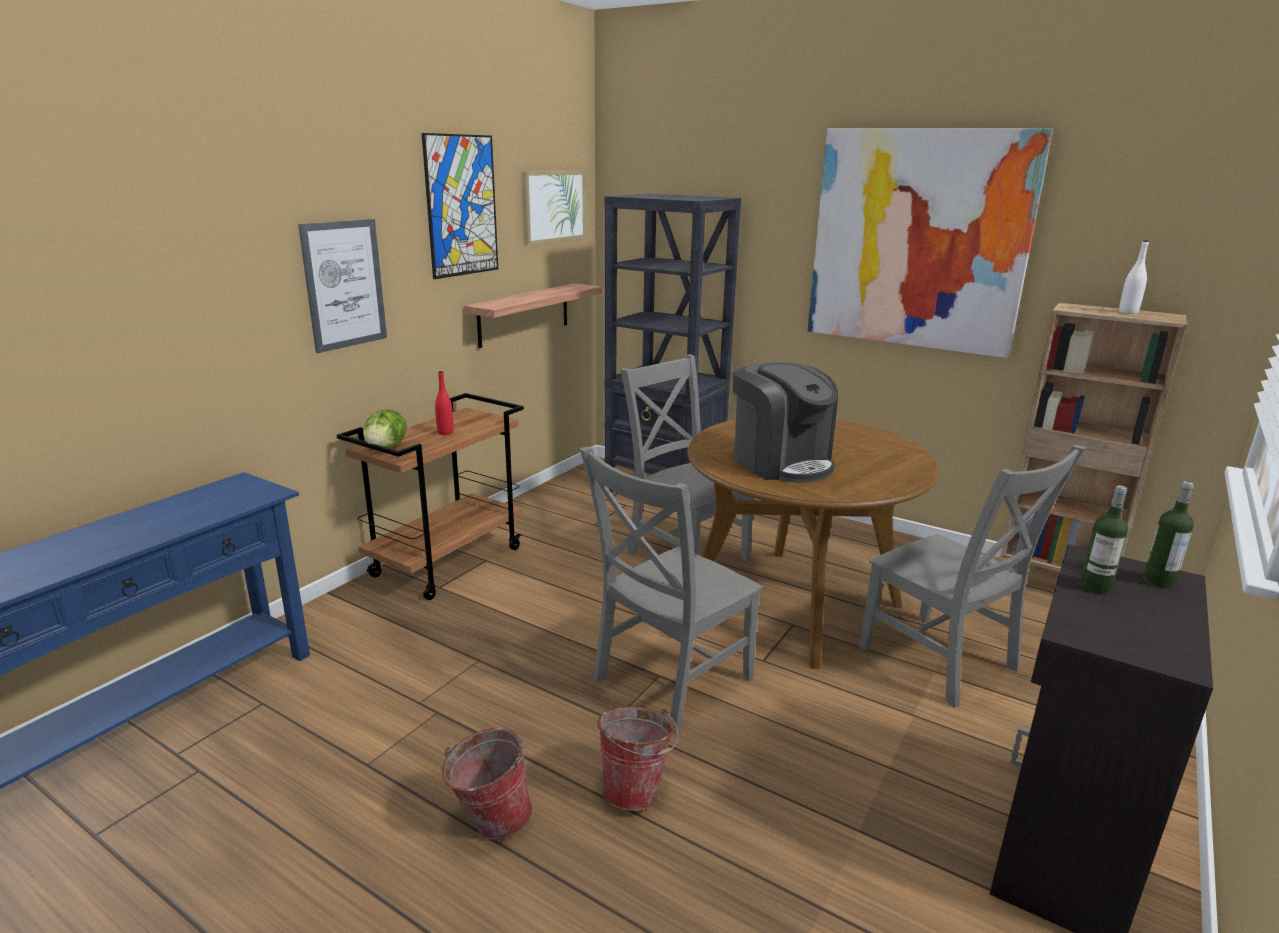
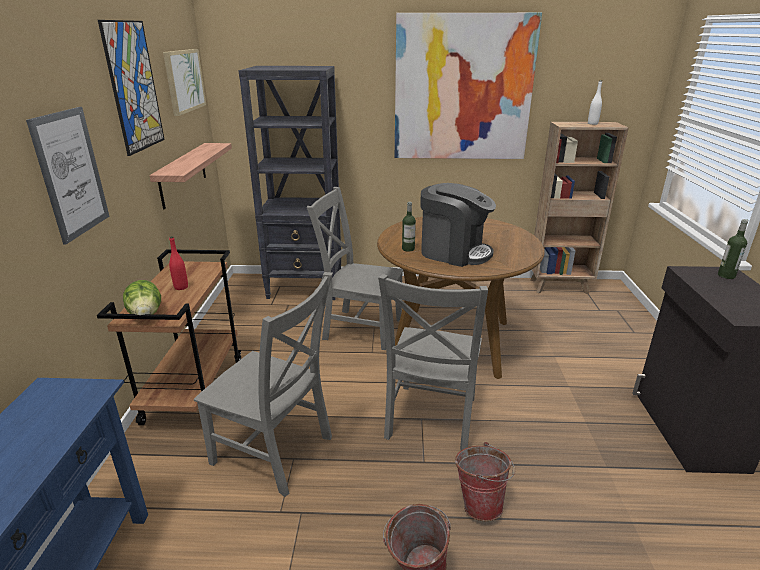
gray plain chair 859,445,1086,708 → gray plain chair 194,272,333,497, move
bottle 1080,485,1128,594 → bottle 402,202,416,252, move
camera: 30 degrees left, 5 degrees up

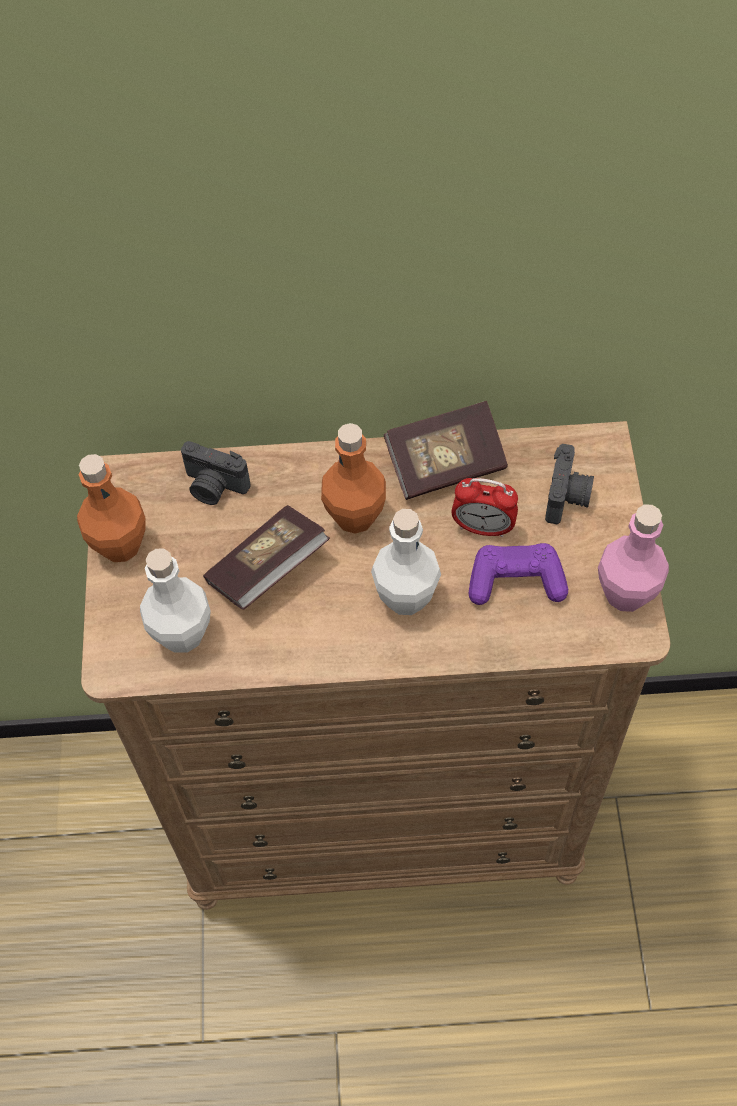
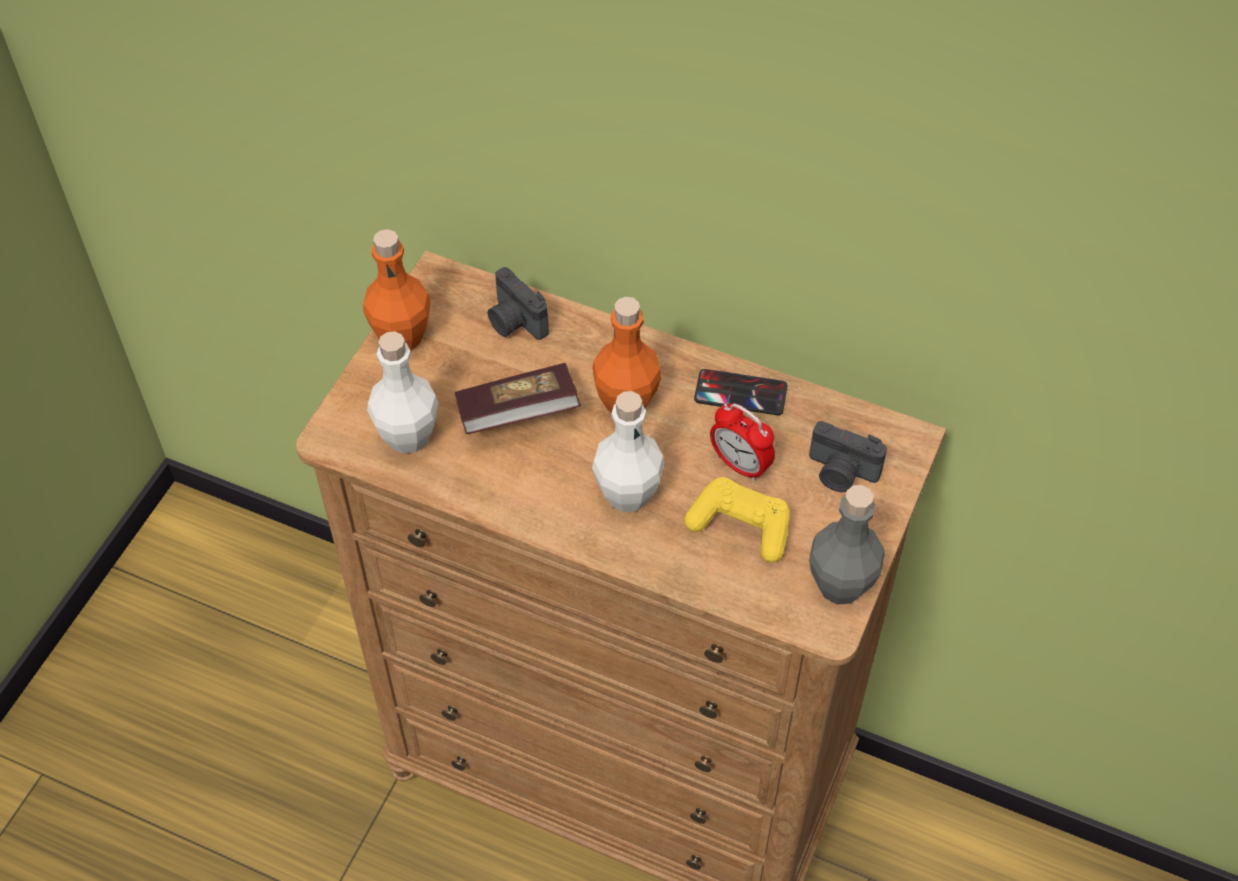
book 384,401,508,500 → telephone 694,369,787,415
still camera 545,444,594,524 → still camera 809,421,887,492, 75 degrees clockwise
pink-coloured bottle 598,504,669,612 → gray bottle 809,485,884,605
purple gamepad 468,543,568,605 → yellow-coloured gamepad 684,477,790,563
camera: 25 degrees right, 5 degrees down

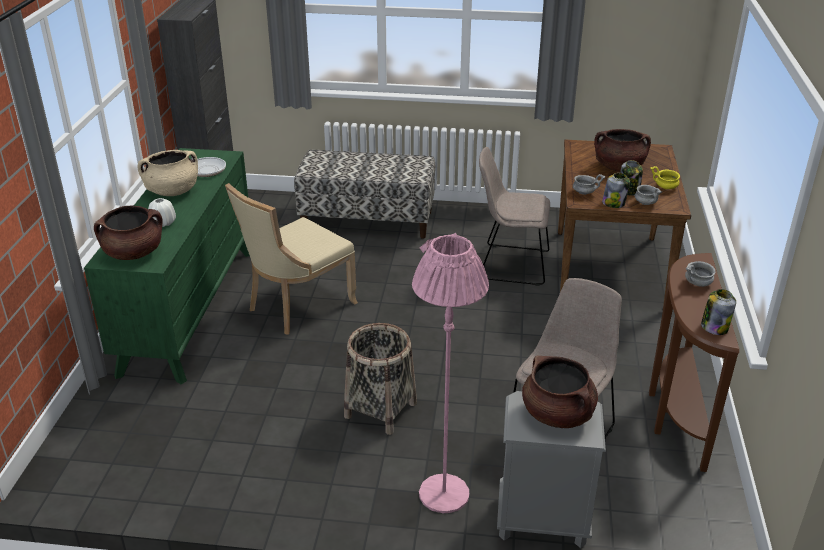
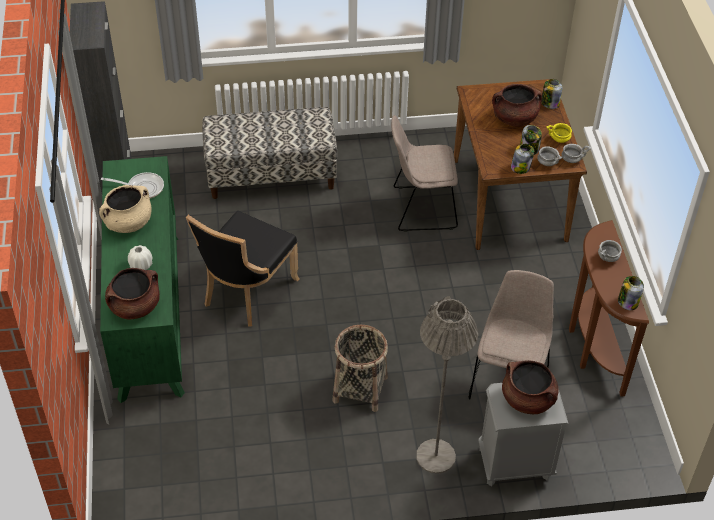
gray bowl 573,174,605,195 → gray bowl 562,144,591,163, move
beige plain chair 225,183,358,335 → black plain chair 186,211,299,327
pink-coloured standing lamp 412,233,489,513 → gray standing lamp 416,296,478,474
- → preserve jar 541,79,562,109
camera: 15 degrees left, 15 degrees up

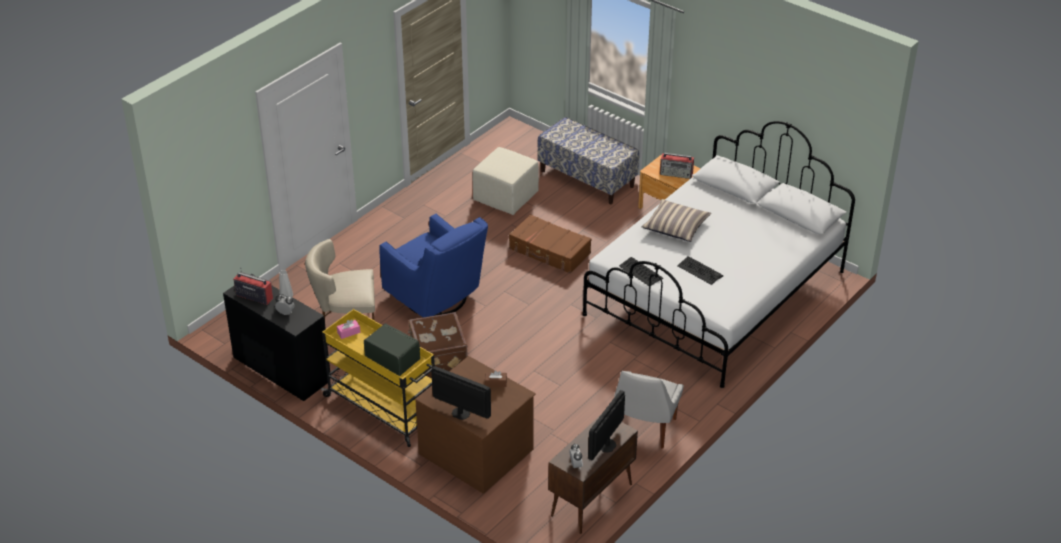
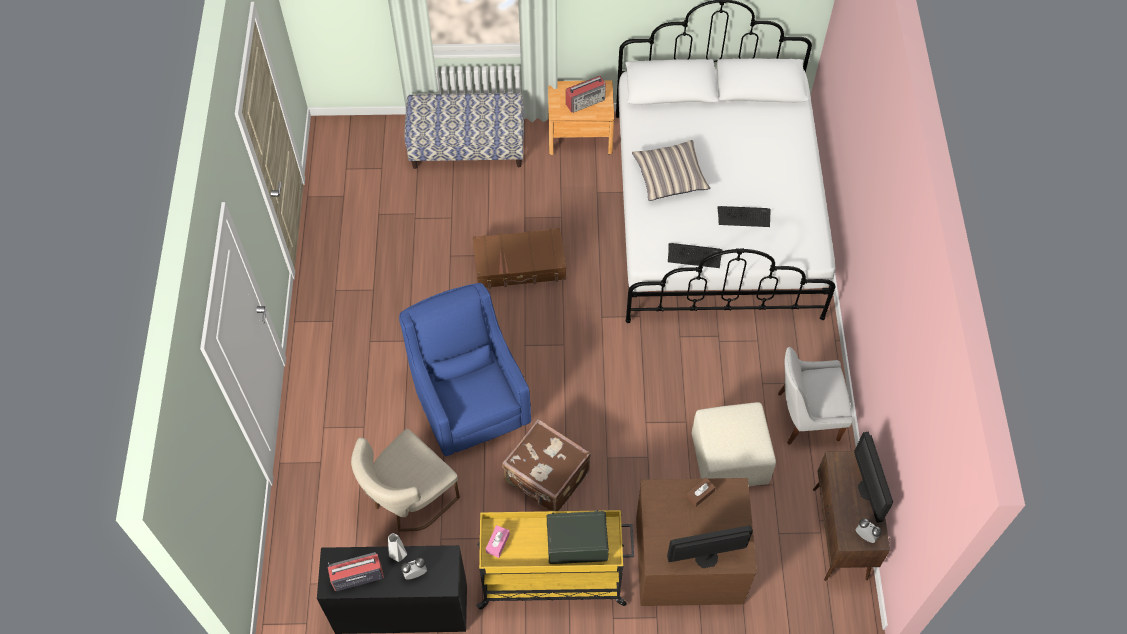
beige ottoman 473,147,539,215 → beige ottoman 692,402,776,487, move
blue armchair 379,214,488,317 → blue armchair 399,283,531,456, 120 degrees counterclockwise
white-coloured plain chair 614,371,684,449 → white-coloured plain chair 778,347,853,445, 105 degrees clockwise
camera: 40 degrees left, 20 degrees up

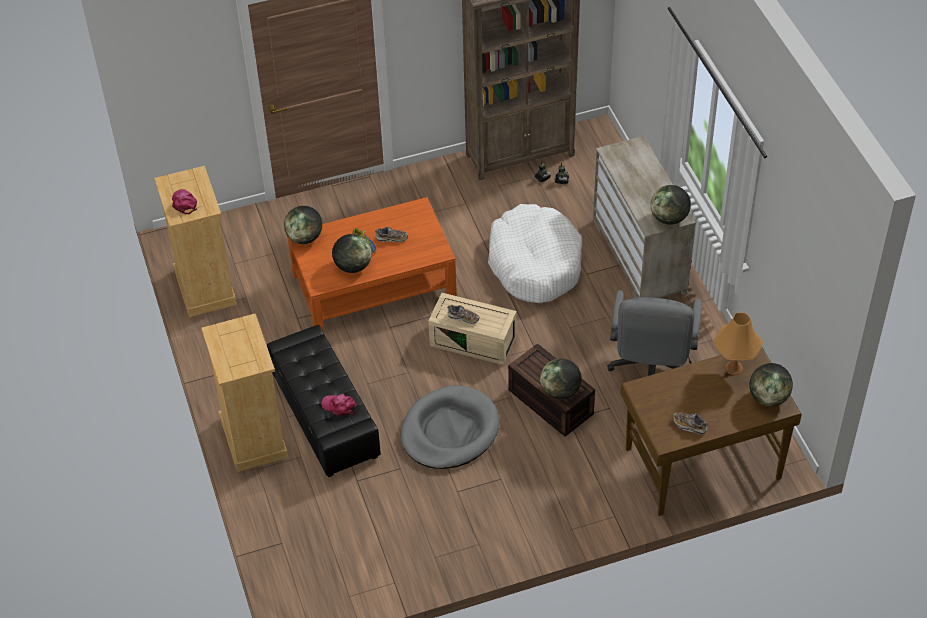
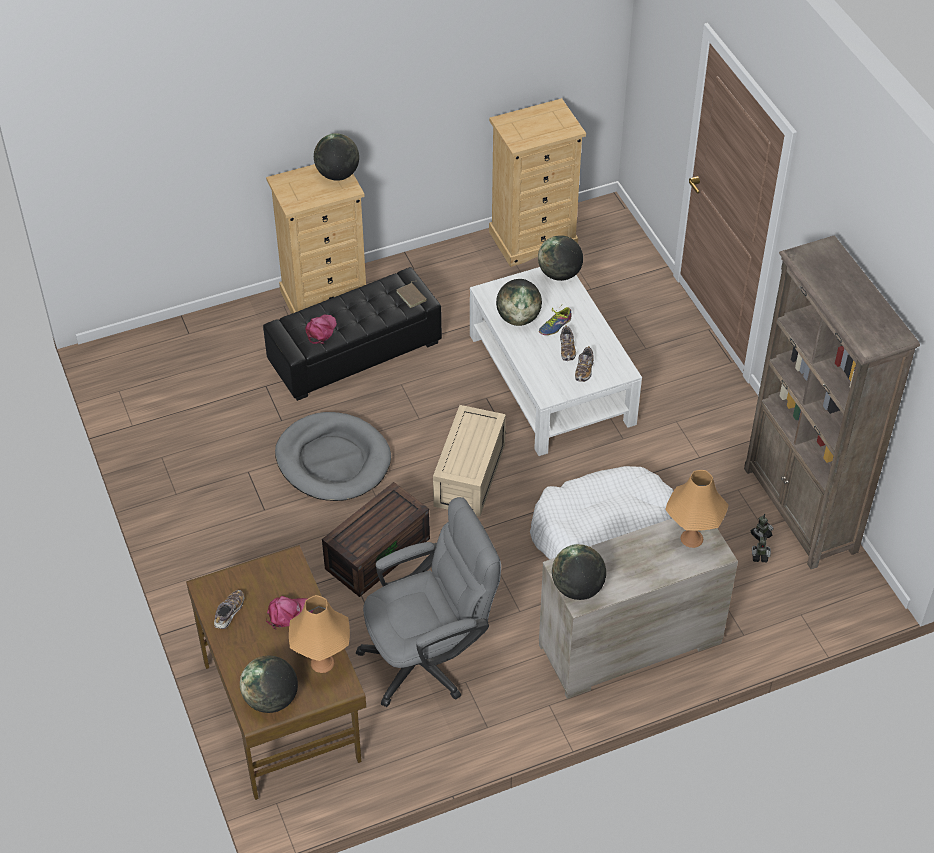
pink-coloured peaked cap 172,189,197,214 → pink-coloured peaked cap 266,596,313,629, move
orange-coloured coffee table 287,197,457,332 → white-coloured coffee table 470,267,642,456
gray office chair 607,290,702,376 → gray office chair 356,497,501,707, 150 degrees clockwise
shoe 447,305,479,324 → shoe 575,346,594,382, move
world globe 540,358,582,399 → world globe 314,133,359,181, move
- → brown book 397,281,427,308
- → orange-coloured lamp for a table 665,470,728,548
camera: 85 degrees right, 0 degrees up

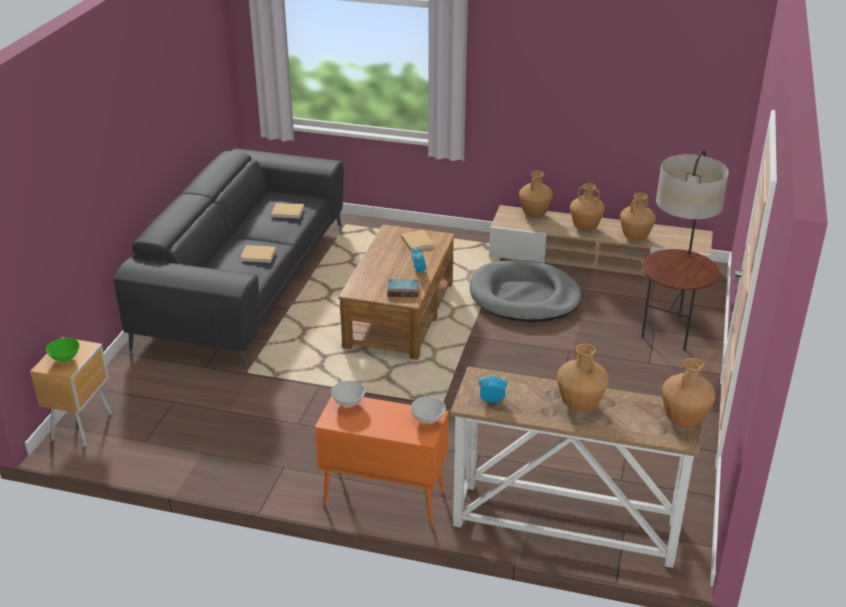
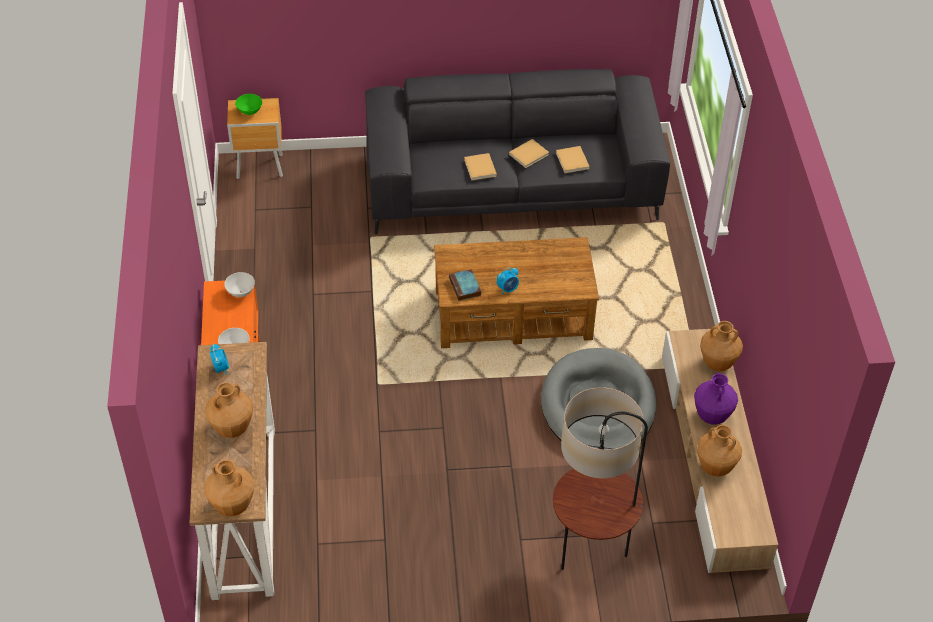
brown decorative vase 570,184,605,231 → purple decorative vase 694,373,738,425
beige book 401,230,434,252 → beige book 509,139,549,168, move
camera: 70 degrees right, 15 degrees up

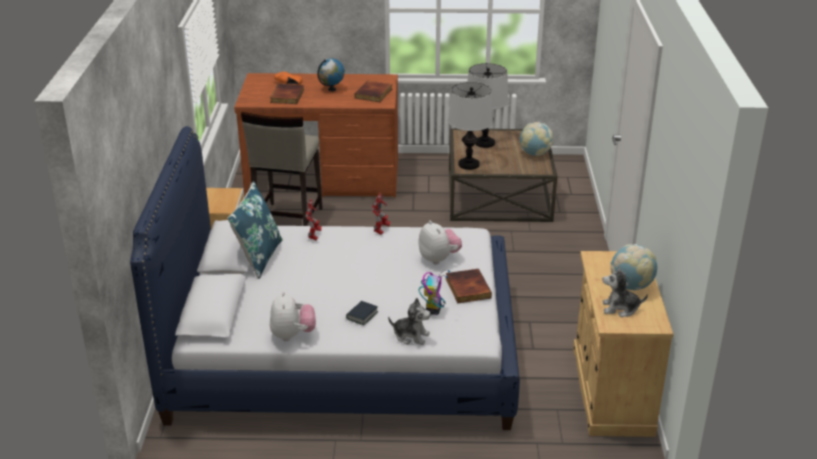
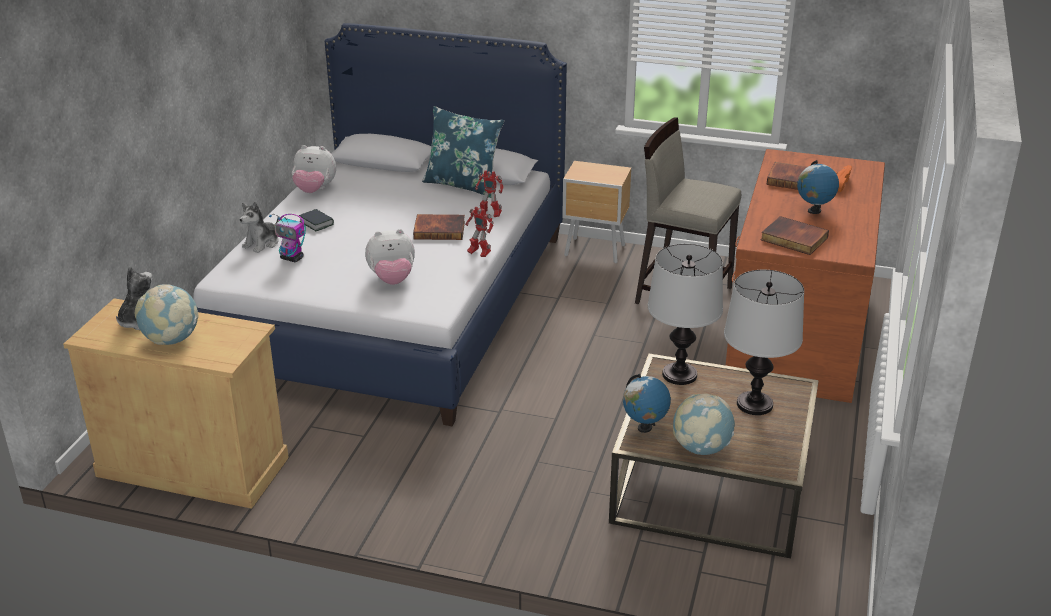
book 446,269,492,303 → book 413,214,465,240, move
- → world globe 623,374,671,433
camera: 105 degrees right, 0 degrees up

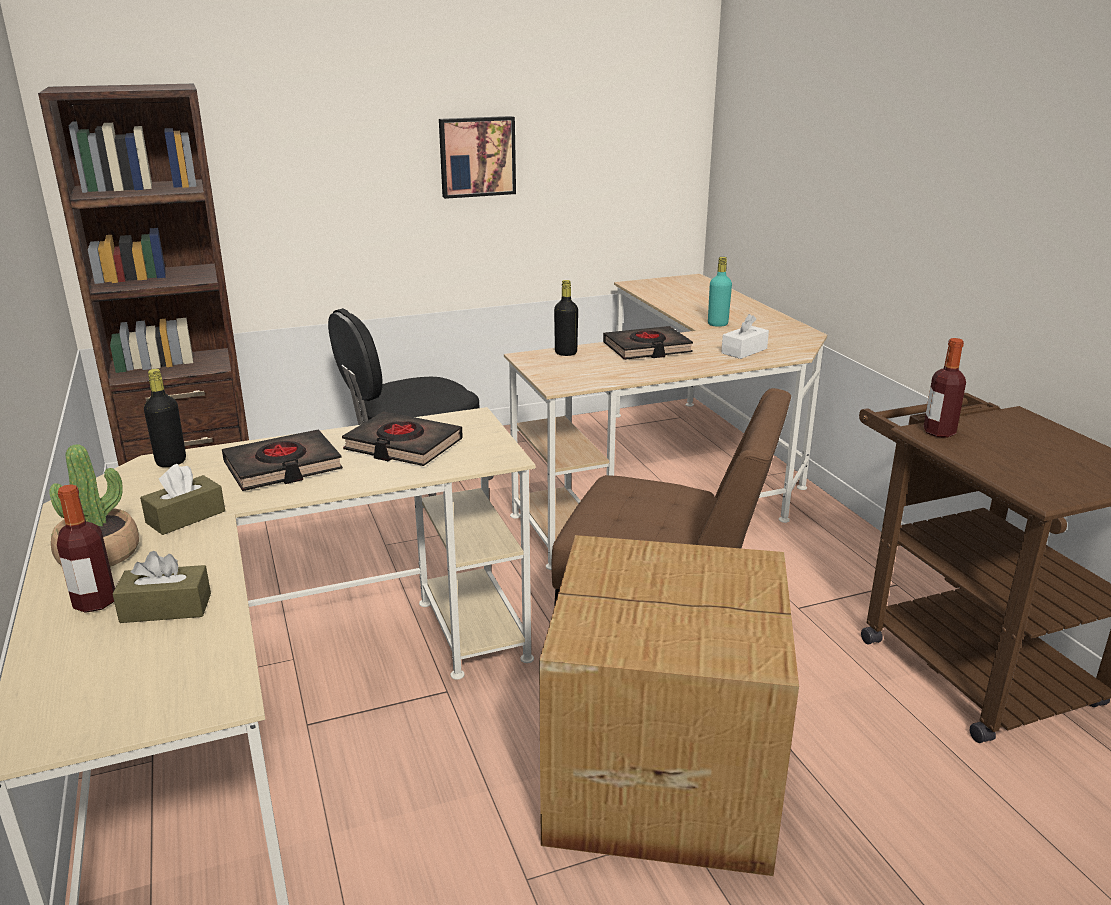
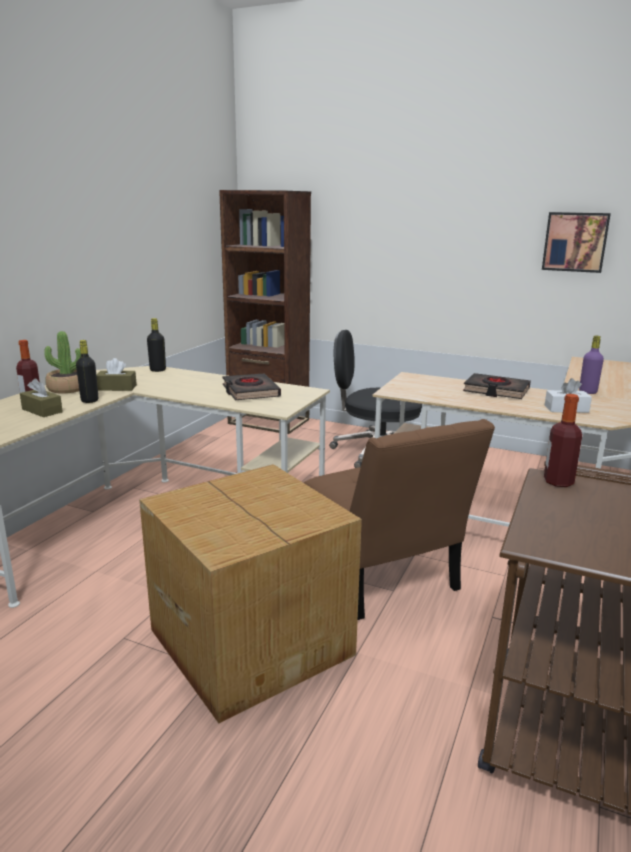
wall art 439,116,516,199 → wall art 542,212,611,273, move
turquoise bottle 708,257,732,327 → purple bottle 579,336,604,394
black bottle 554,280,578,356 → black bottle 76,340,98,403, move
black book 222,429,343,491 → -
camera: 45 degrees right, 5 degrees down

